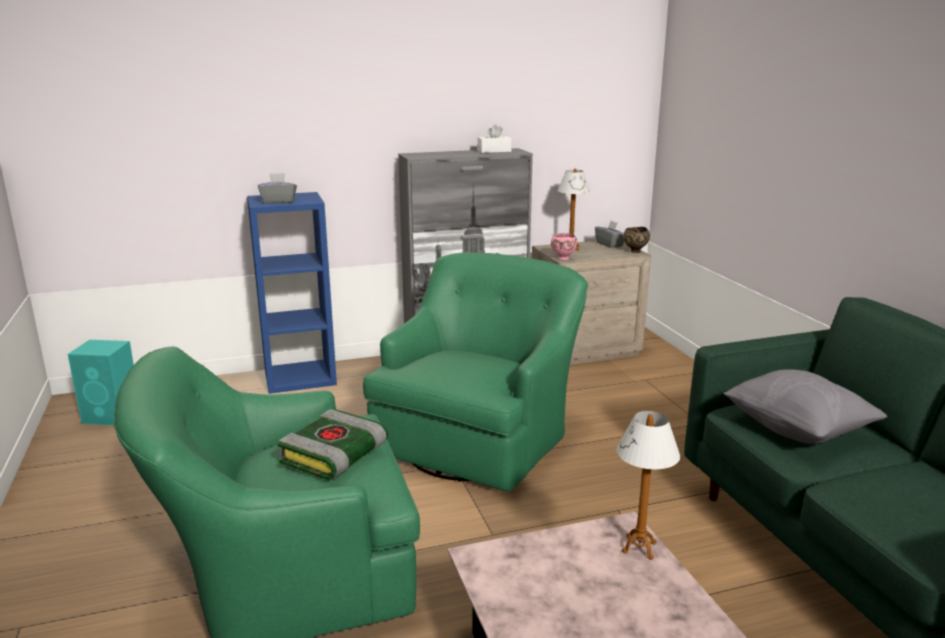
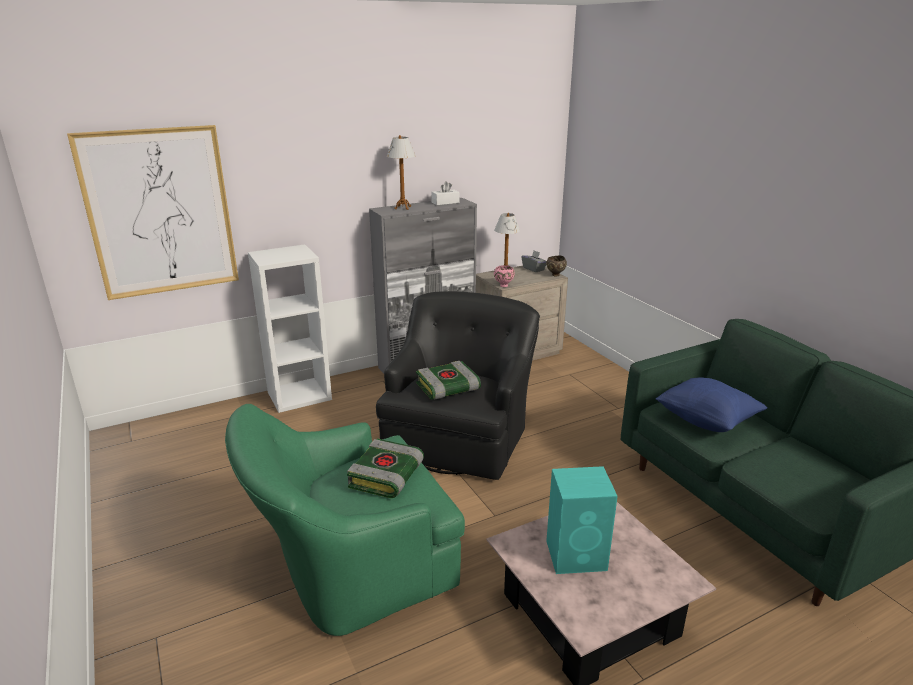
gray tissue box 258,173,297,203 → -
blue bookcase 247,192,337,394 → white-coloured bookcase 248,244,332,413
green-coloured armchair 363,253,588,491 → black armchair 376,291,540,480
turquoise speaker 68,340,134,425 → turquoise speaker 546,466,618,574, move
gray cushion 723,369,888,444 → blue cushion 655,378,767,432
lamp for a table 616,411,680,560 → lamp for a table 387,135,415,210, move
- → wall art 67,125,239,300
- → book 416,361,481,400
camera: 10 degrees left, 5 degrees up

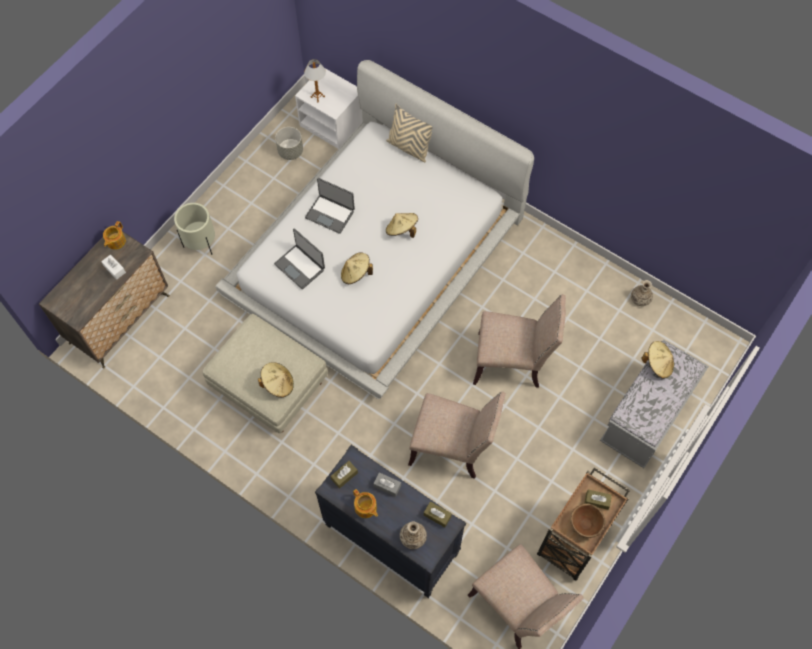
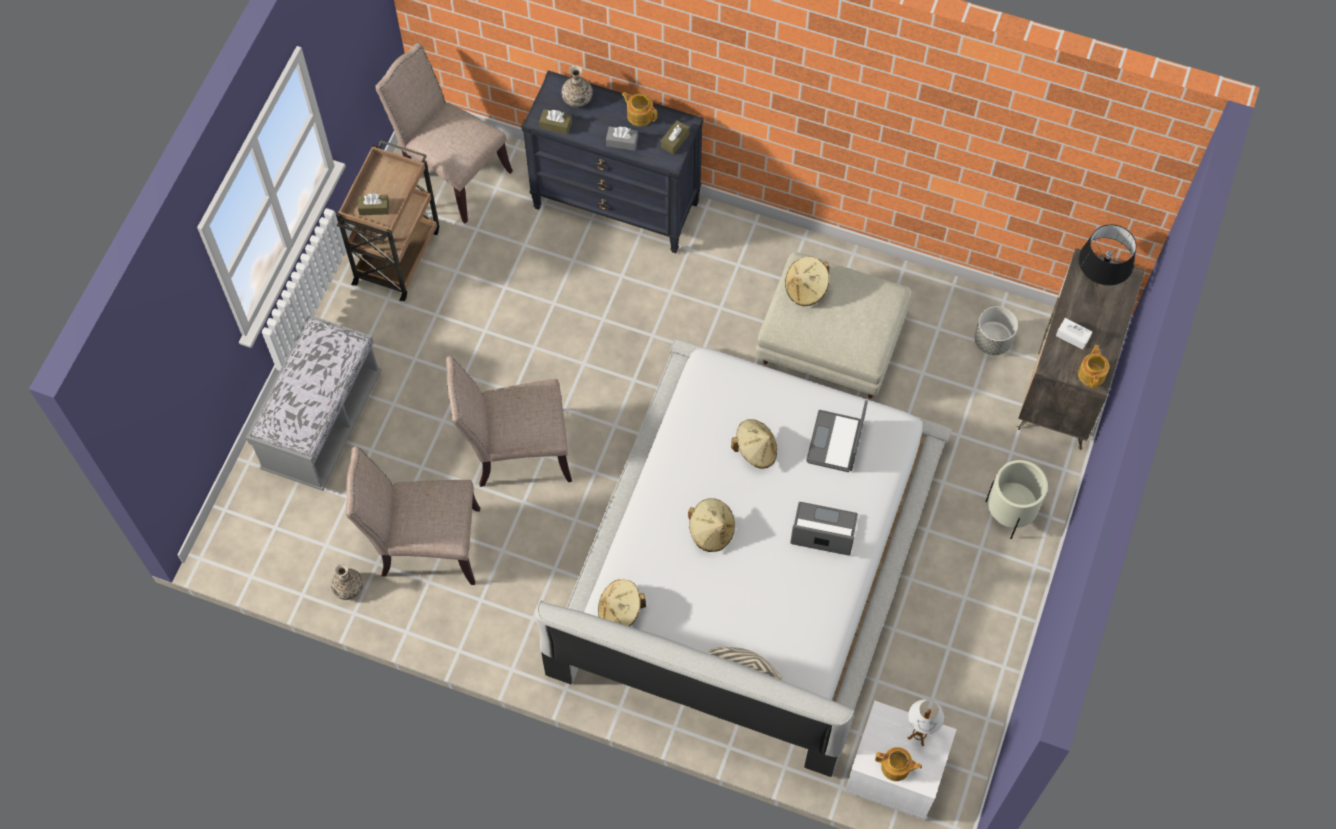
gray flower pot 275,127,303,160 → gray flower pot 974,306,1018,355, move
portable computer 274,228,325,289 → portable computer 806,400,868,472, 105 degrees counterclockwise
beige clothing hat 641,341,674,378 → beige clothing hat 598,579,646,626, move
beige plain chair 408,392,506,479 → beige plain chair 346,446,480,585, move
brown bowl 570,503,606,538 → -
- → black lamp for a table 1079,224,1136,286
- → teapot 875,747,922,781
camera: 165 degrees right, 0 degrees up

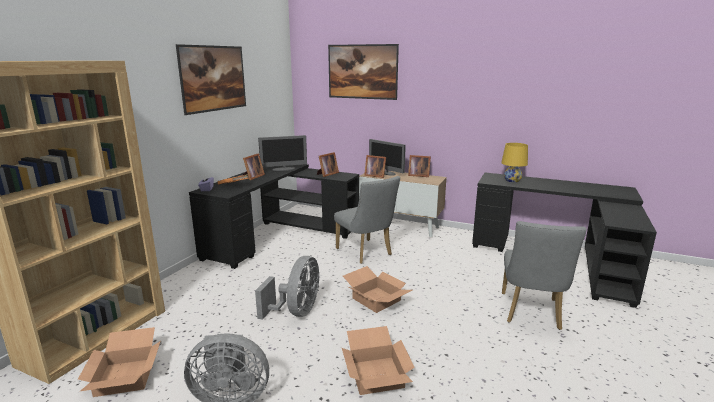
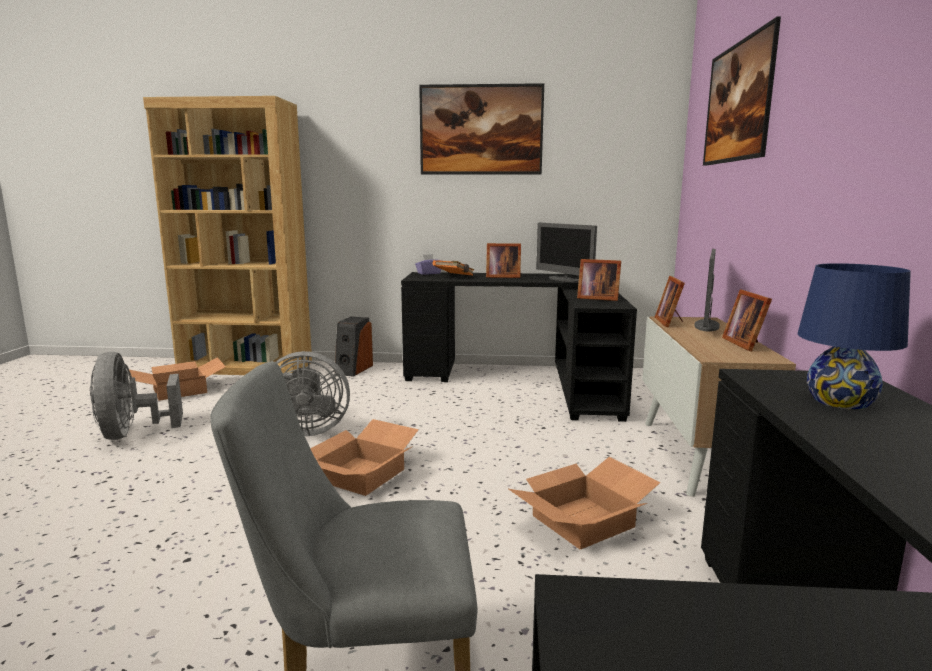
yellow-coloured lamp for a table 501,143,528,183 → blue lamp for a table 798,263,911,410
gray plain chair 334,176,400,264 → -
cardboard box 342,326,415,395 → cardboard box 509,457,661,549, move
- → speaker 335,317,373,377
camera: 70 degrees right, 5 degrees down

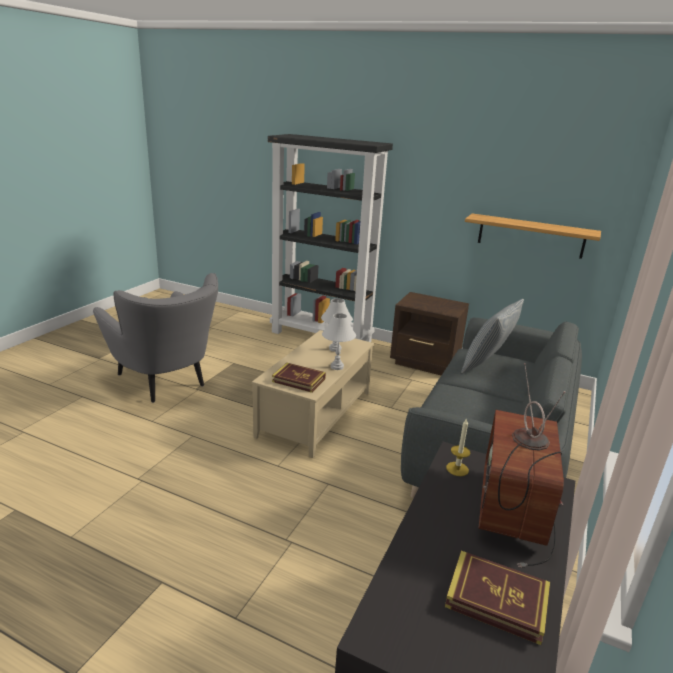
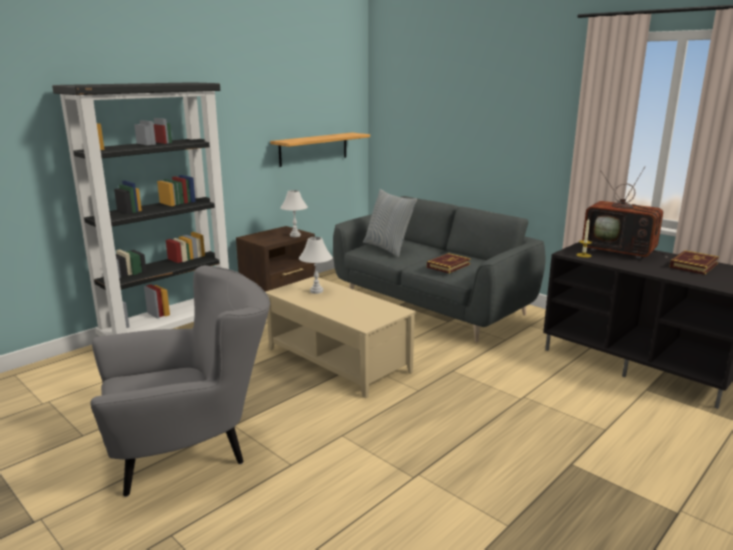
white-coloured lamp for a table 322,313,356,370 → white-coloured lamp for a table 280,190,308,237, move
book 272,363,326,393 → book 427,253,471,273, move
camera: 70 degrees left, 5 degrees down

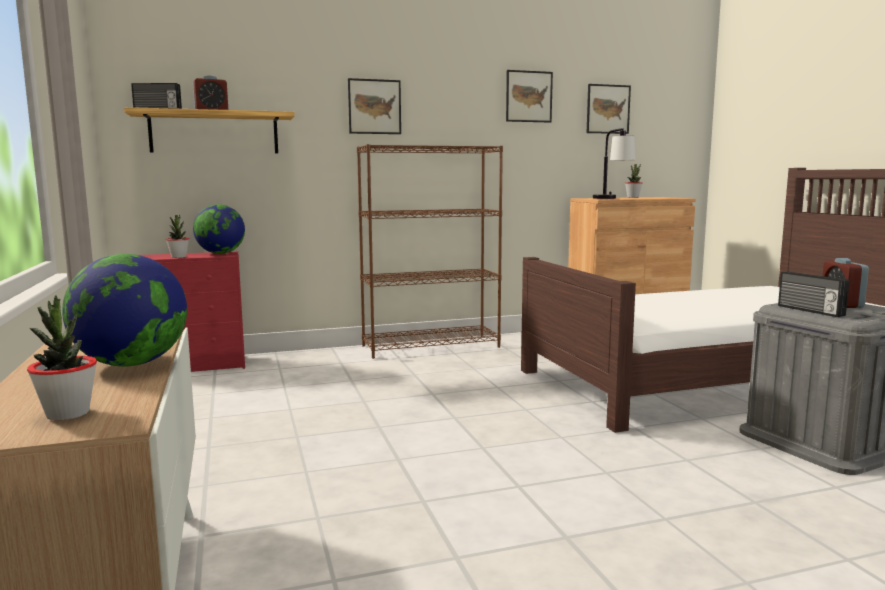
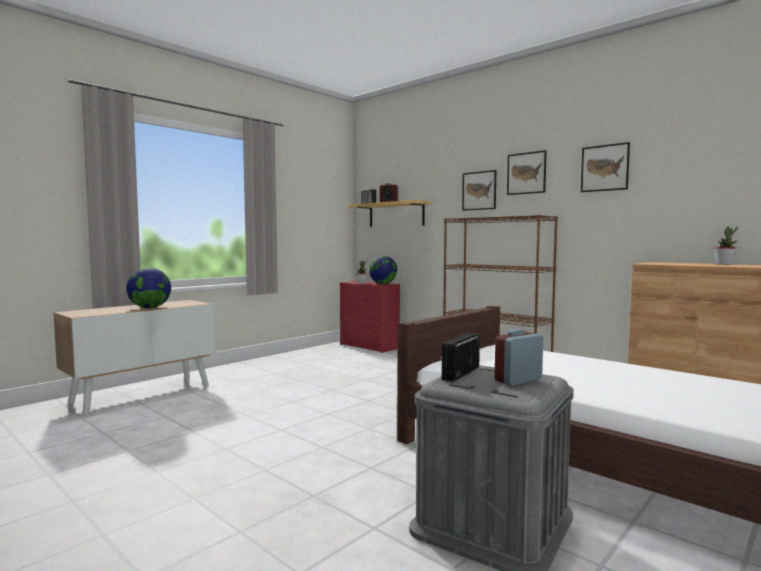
wall art 587,84,631,134 → wall art 507,150,547,195, move
lamp for a table 593,128,635,199 → -
potted plant 27,295,97,420 → -
camera: 60 degrees right, 5 degrees down

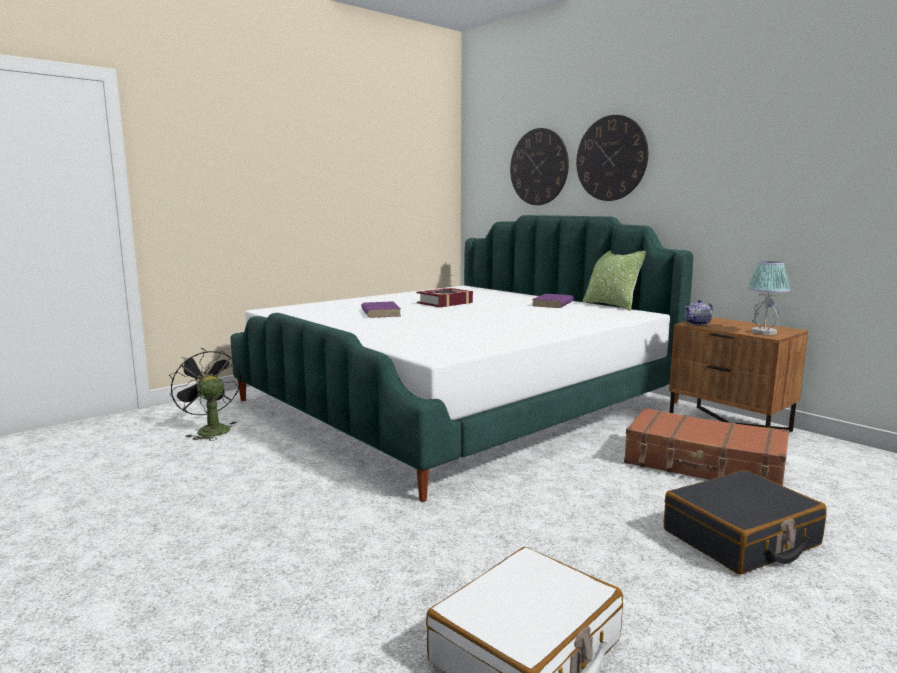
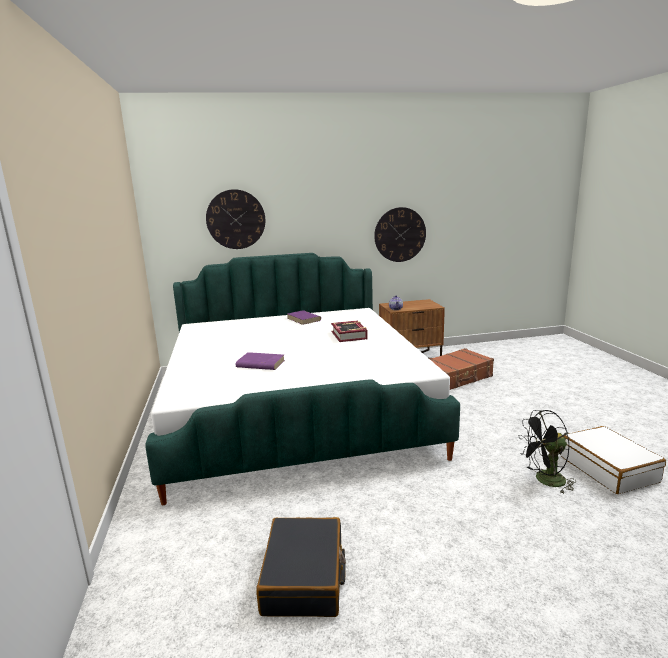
hanging clock 576,115,648,201 → hanging clock 374,207,426,262, move
cushion 582,251,646,311 → -
lamp for a table 747,261,791,335 → -
book 417,288,473,307 → book 331,320,368,342, move
black electric fan 169,348,241,441 → black electric fan 518,410,576,493, move
black travel case 664,470,826,574 → black travel case 256,517,346,617, move
camera: 60 degrees left, 5 degrees up

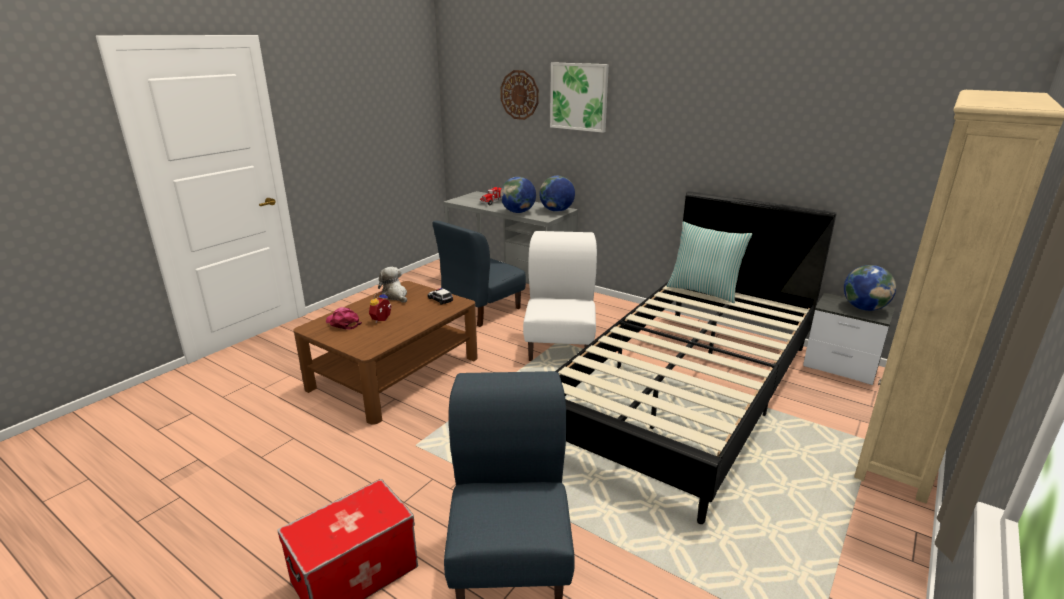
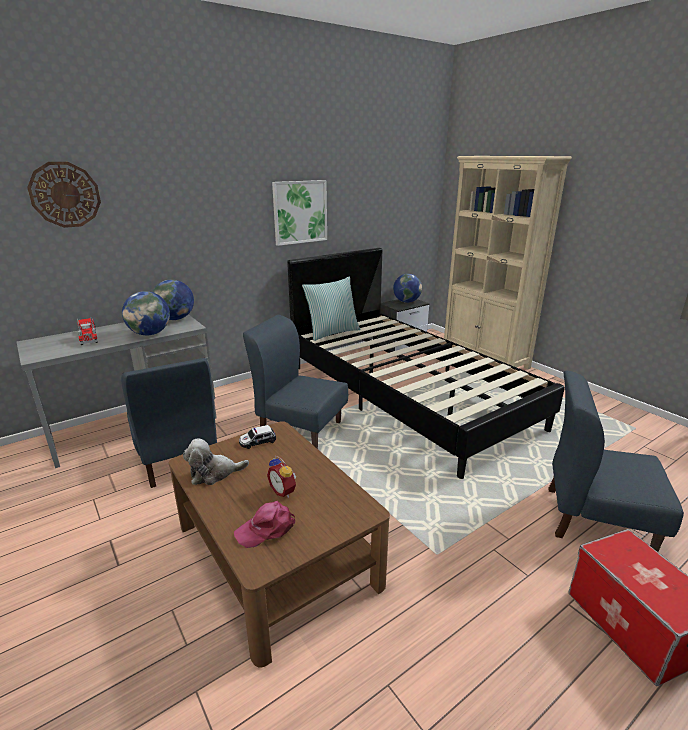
wall art 550,62,609,133 → wall art 272,180,327,246, move
white-coloured plain chair 523,231,597,361 → blue plain chair 243,315,348,449
camera: 70 degrees left, 0 degrees up

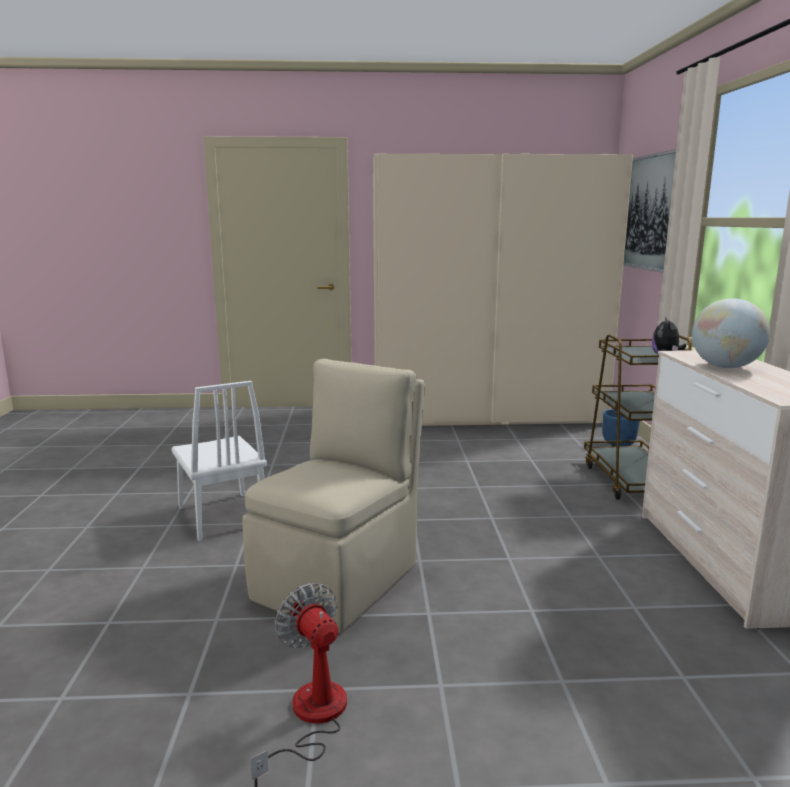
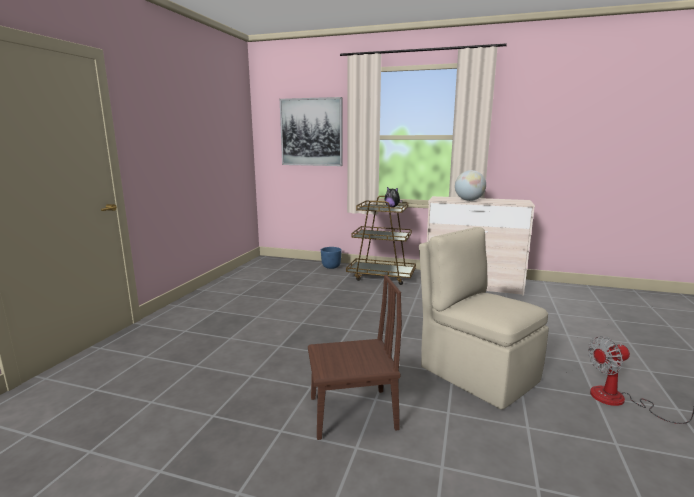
beige wardrobe 373,153,633,426 → -
white-coloured plain chair 171,381,267,541 → brown plain chair 308,275,402,440
camera: 70 degrees left, 0 degrees up

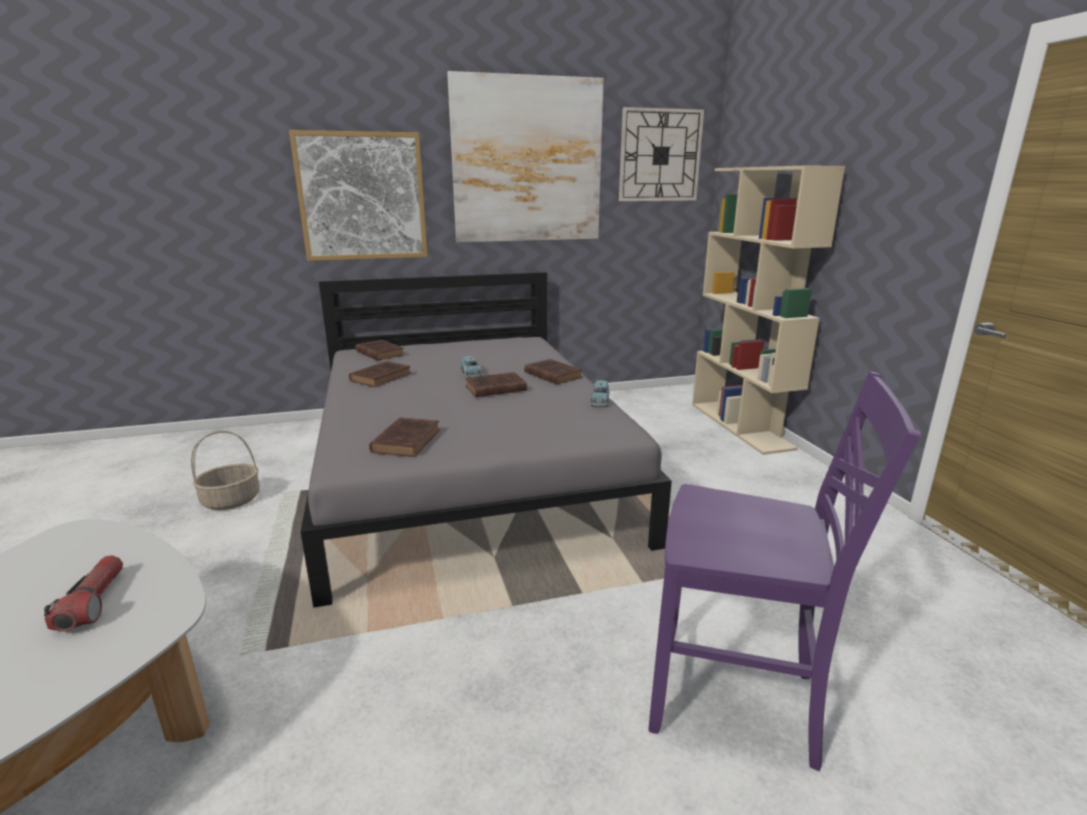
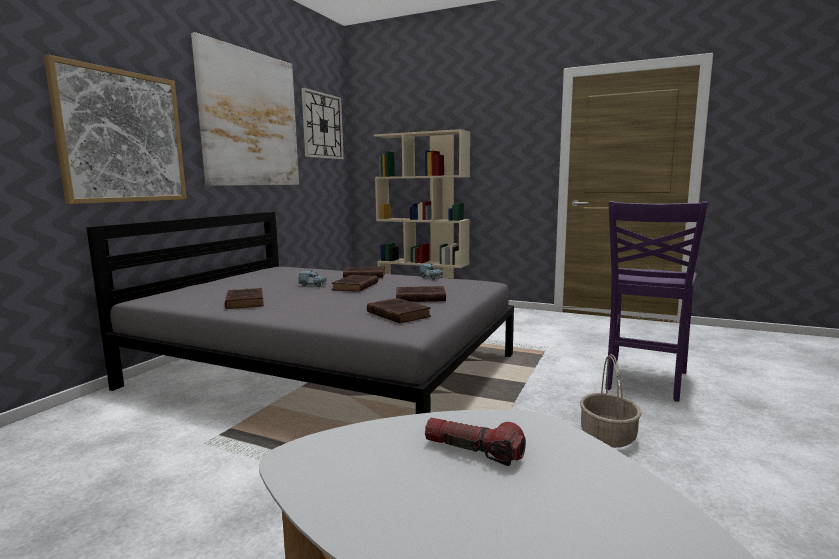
brown book 355,340,405,361 → brown book 396,286,446,302, move
purple plain chair 649,371,920,771 → purple plain chair 605,201,708,402, 150 degrees clockwise
basket 191,431,260,510 → basket 580,354,642,448, move
camera: 50 degrees left, 10 degrees down

